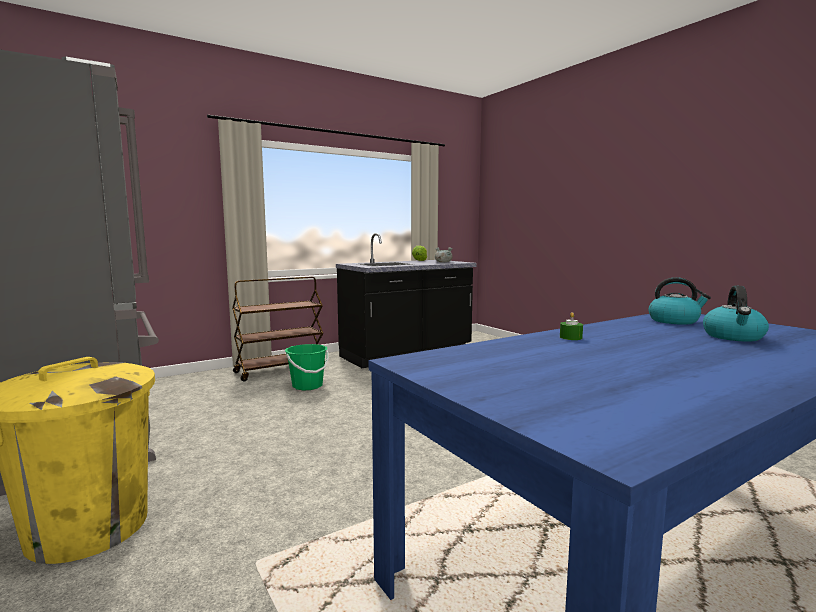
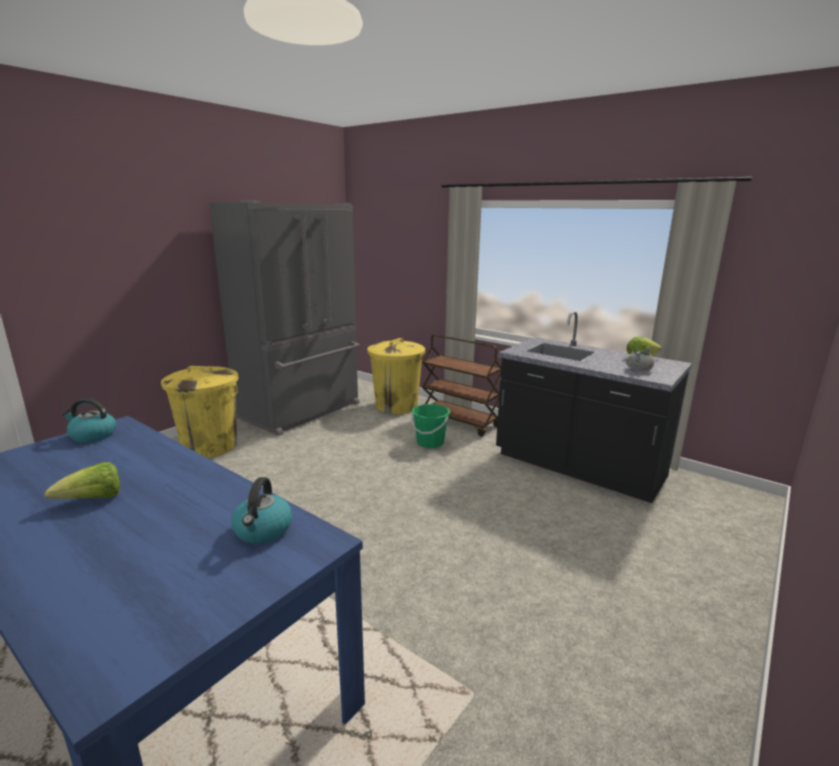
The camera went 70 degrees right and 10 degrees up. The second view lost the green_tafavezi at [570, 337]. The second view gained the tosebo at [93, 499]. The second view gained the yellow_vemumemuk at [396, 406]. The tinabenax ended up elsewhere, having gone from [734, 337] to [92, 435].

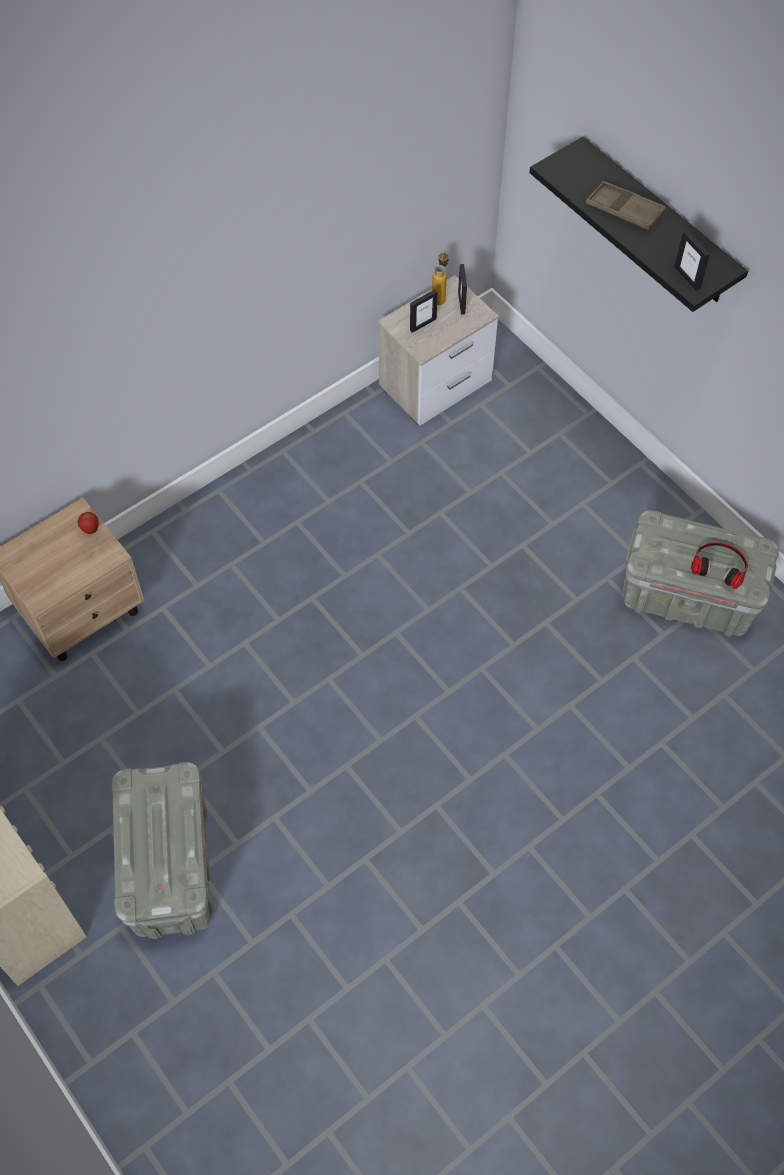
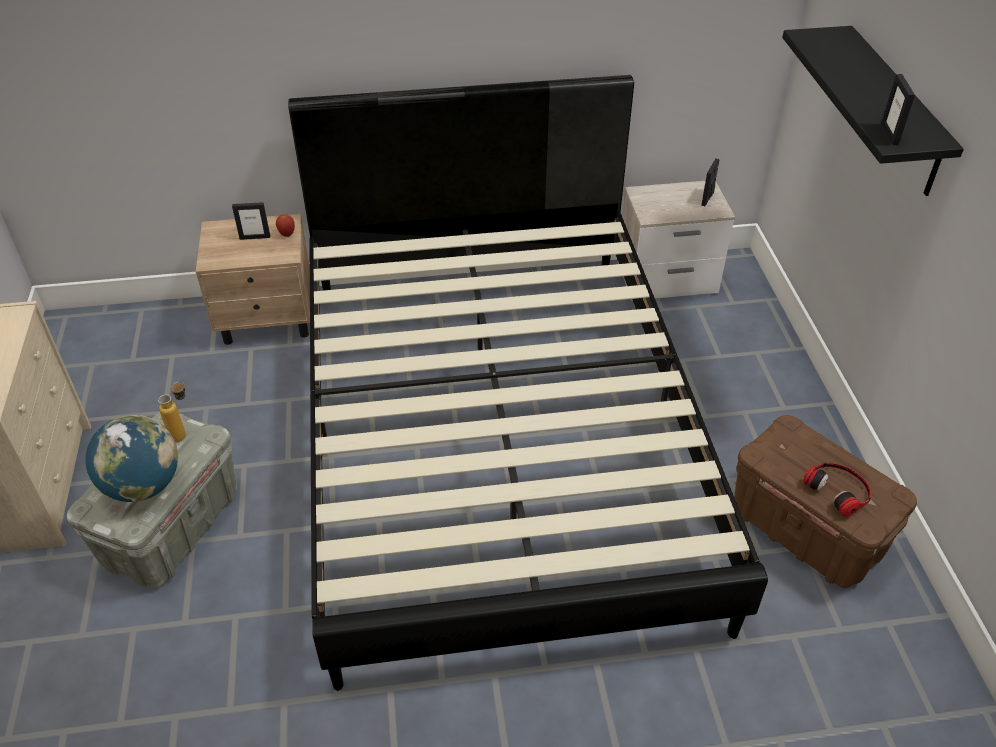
The camera went 30 degrees right and 15 degrees down. The second view lost the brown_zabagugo at [624, 210]. The second view gained the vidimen at [143, 485]. The second view gained the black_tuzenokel at [499, 435]. The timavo ended up elsewhere, having gone from [423, 324] to [255, 237]. The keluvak ended up elsewhere, having gone from [440, 296] to [184, 433]. What was the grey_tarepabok at [689, 597] turned into the brown_tarepabok at [807, 531].

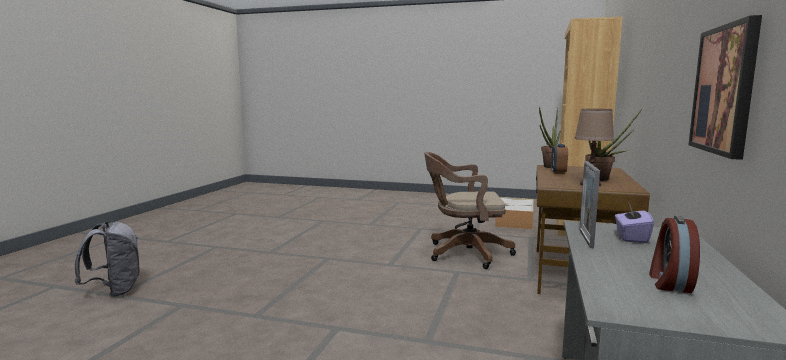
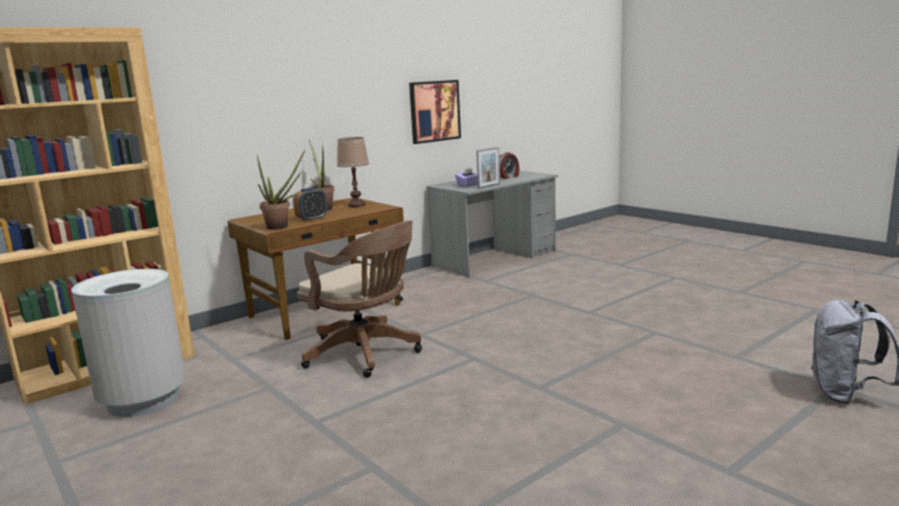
The camera went 145 degrees left and 5 degrees up. Where the tarepabok stood at [515, 220], the grey_vemumemuk came to stand at [143, 400].

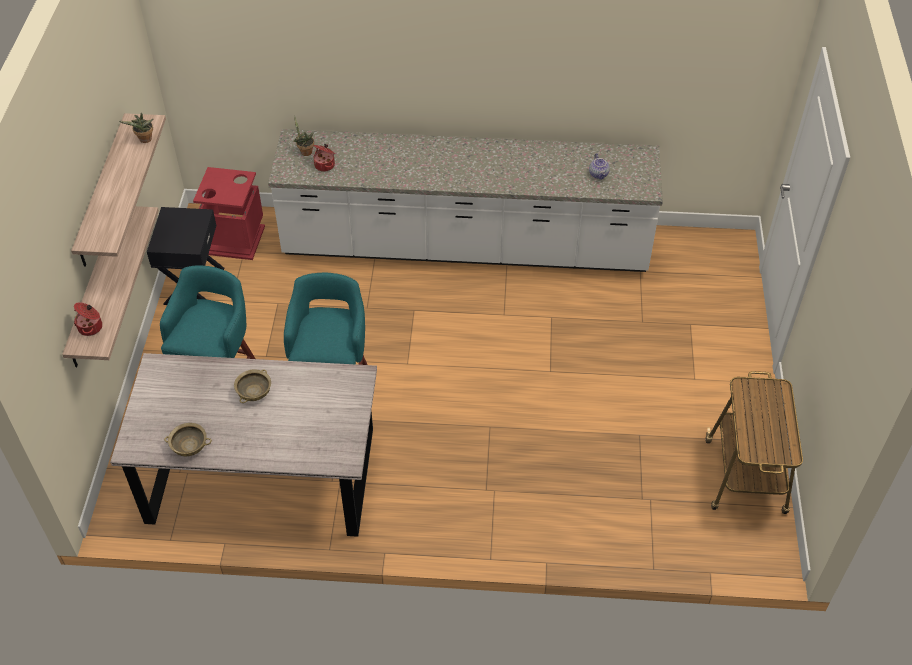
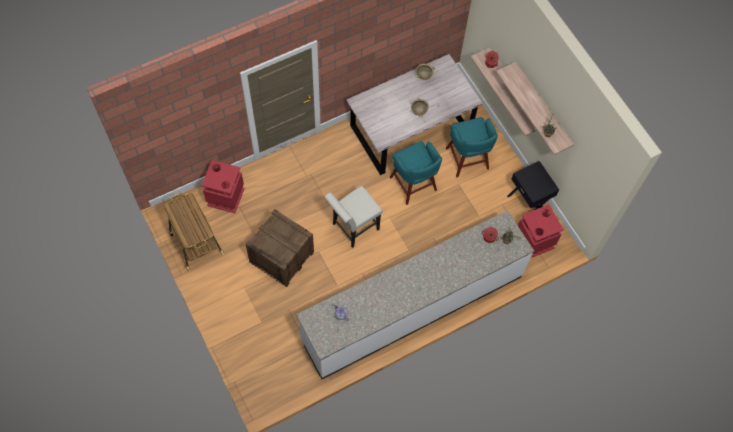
The camera went 145 degrees right and 15 degrees up. The second view gained the red_vemumemuk at [225, 196]. The second view gained the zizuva at [282, 257]. The second view gained the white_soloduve at [353, 228].

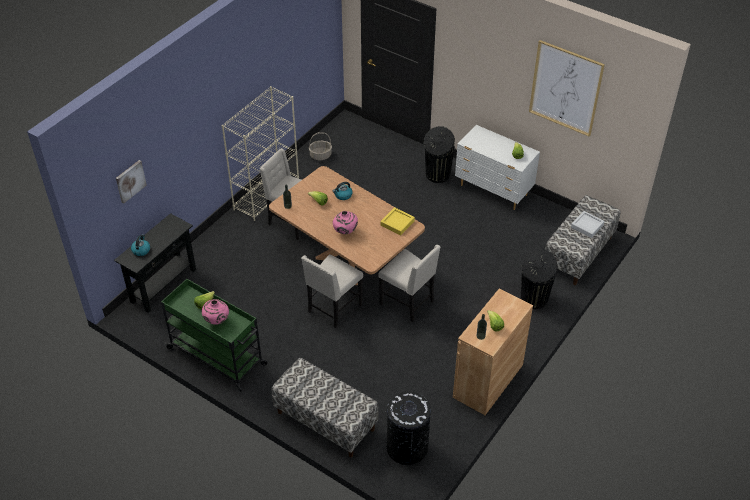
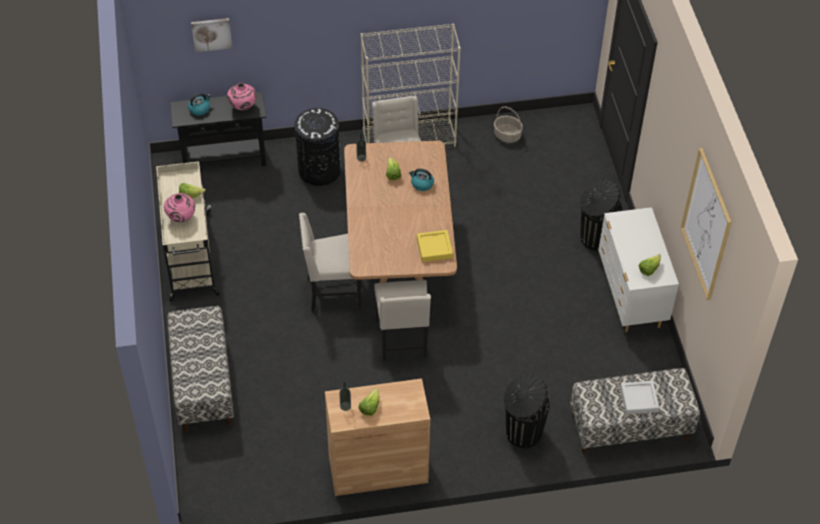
The camera went 45 degrees right and 5 degrees up. The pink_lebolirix ended up elsewhere, having gone from [345, 232] to [243, 107]. The black_vemumemuk ended up elsewhere, having gone from [407, 447] to [319, 170]. What was the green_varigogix at [218, 357] turned into the beige_varigogix at [190, 257].

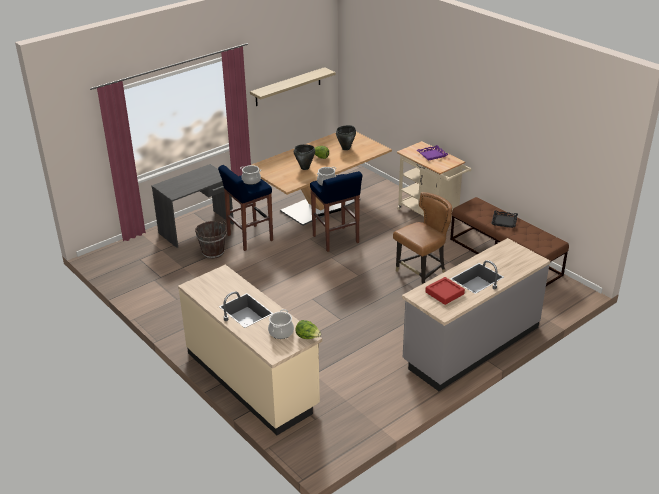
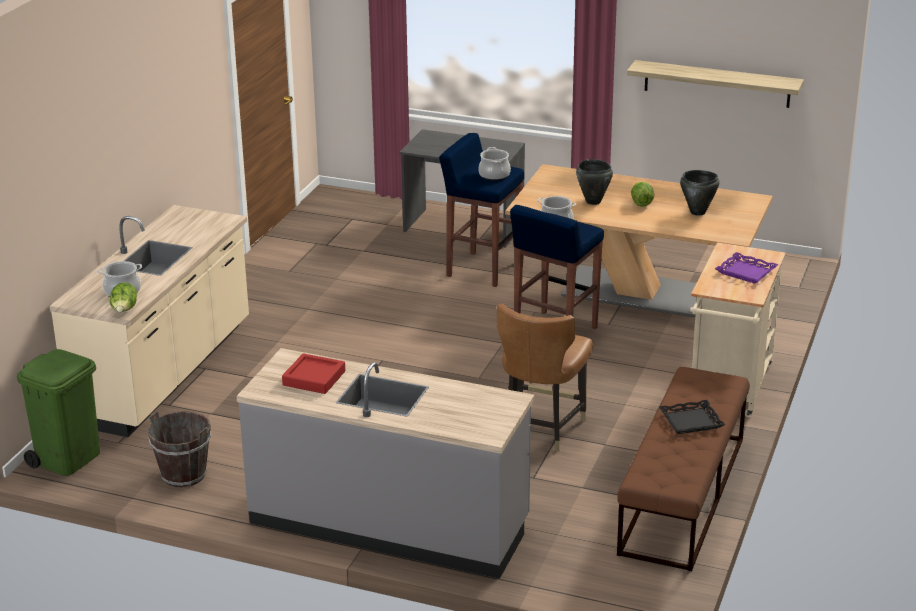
The camera went 60 degrees right and 5 degrees down. The second view gained the green_vemumemuk at [68, 458]. The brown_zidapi ended up elsewhere, having gone from [213, 252] to [184, 475]. The brown_soloduve at [421, 274] ended up facing another way, 90 degrees clockwise from before.

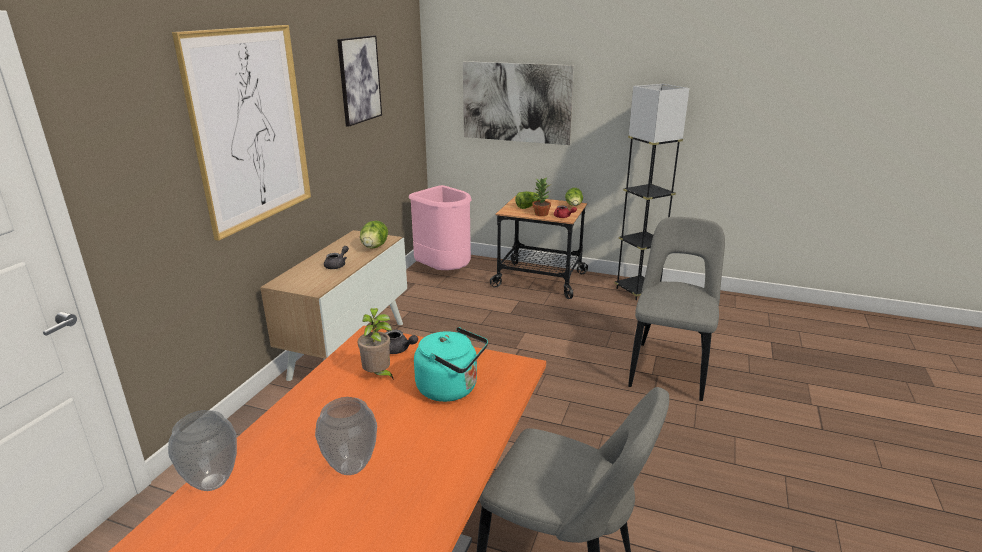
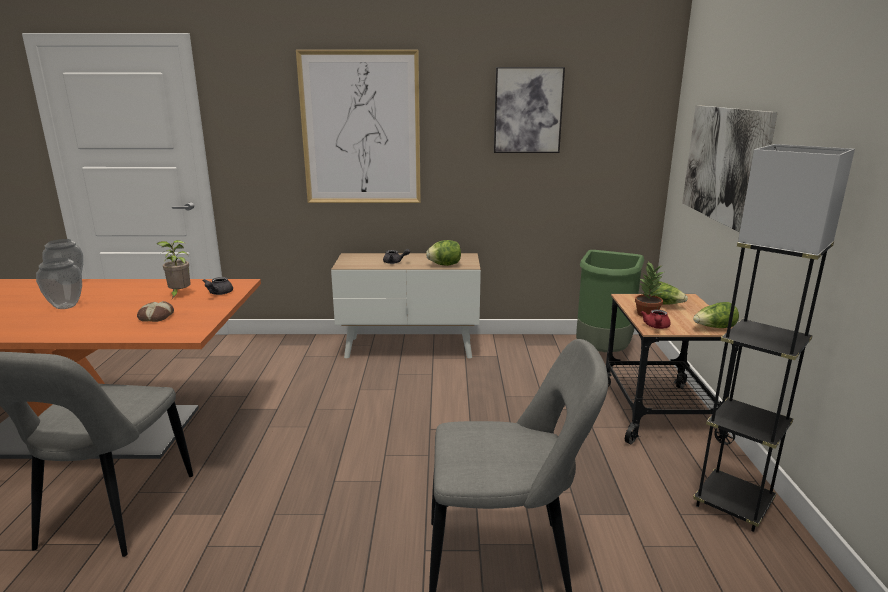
The camera went 70 degrees right and 5 degrees down. Where the turquoise_tinabenax stood at [451, 389], the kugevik came to stand at [155, 316]. What was the pink_vemumemuk at [444, 271] turned into the green_vemumemuk at [602, 352].

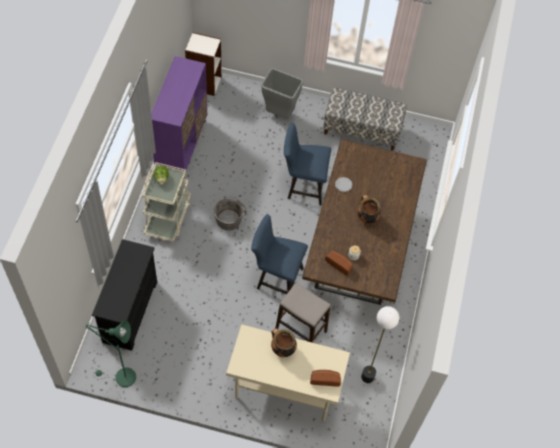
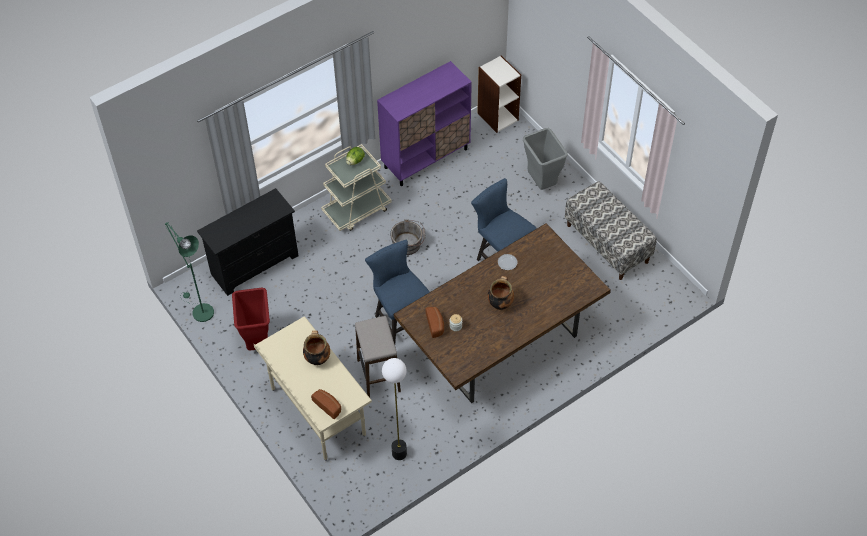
The camera went 45 degrees right and 5 degrees down. The second view gained the red_vemumemuk at [257, 341].

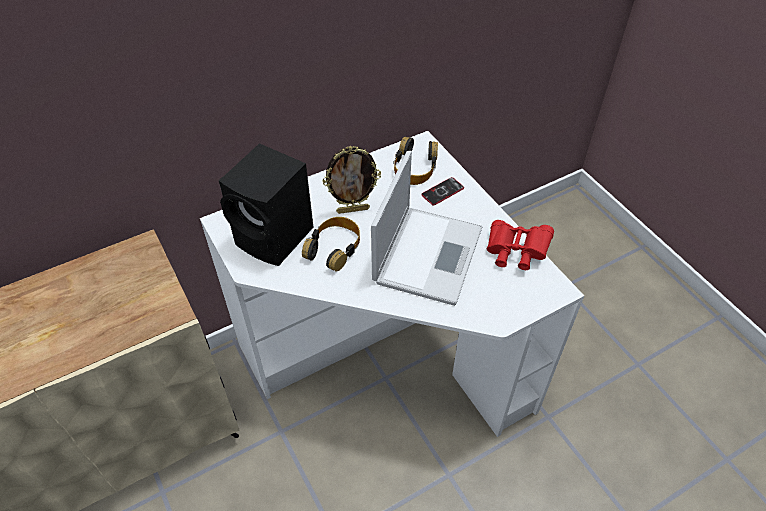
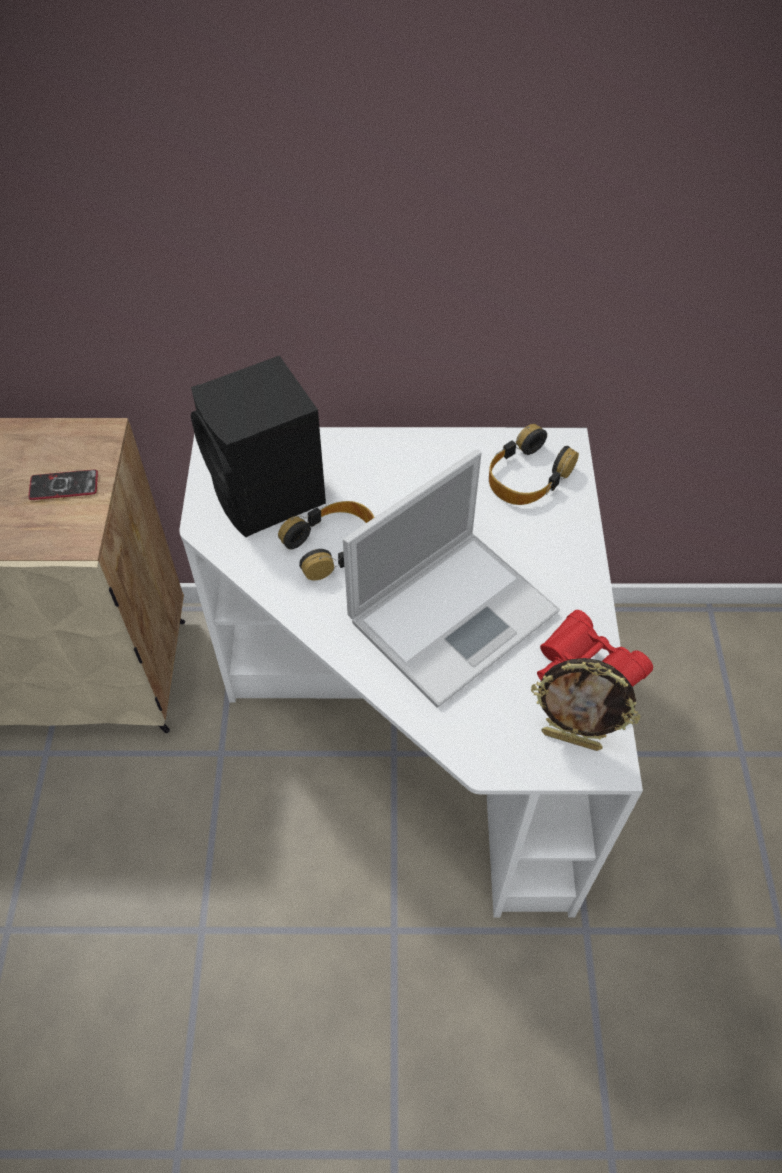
The camera went 30 degrees right and 5 degrees up. The timavo ended up elsewhere, having gone from [353, 209] to [571, 739]. The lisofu ended up elsewhere, having gone from [442, 192] to [64, 486].

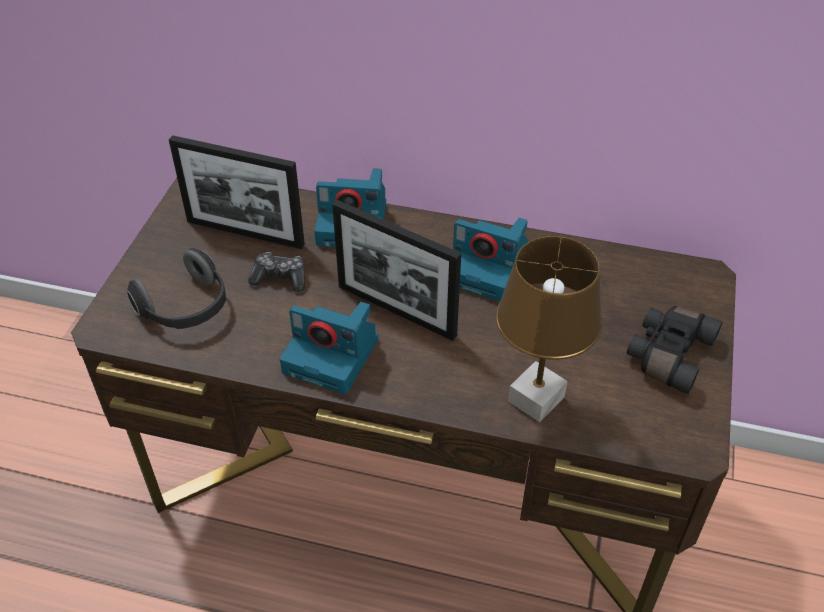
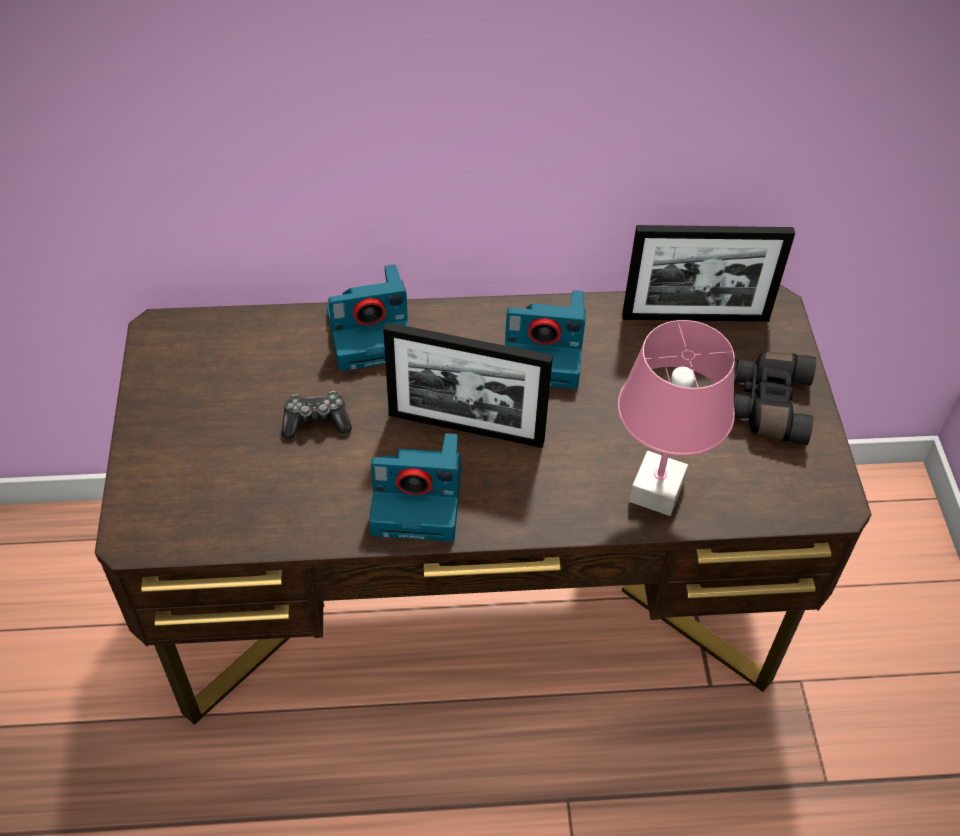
The camera went 20 degrees left and 5 degrees up. The second view lost the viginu at [186, 308]. The timavo ended up elsewhere, having gone from [245, 233] to [695, 317]. What was the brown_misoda at [536, 398] turned into the pink_misoda at [656, 490].

